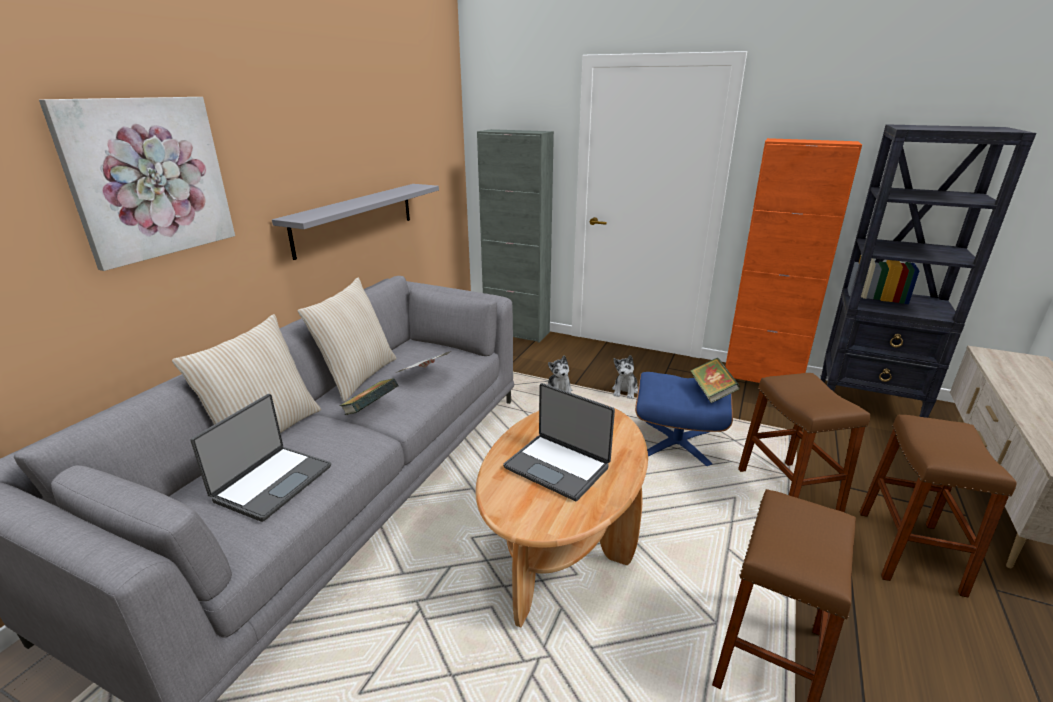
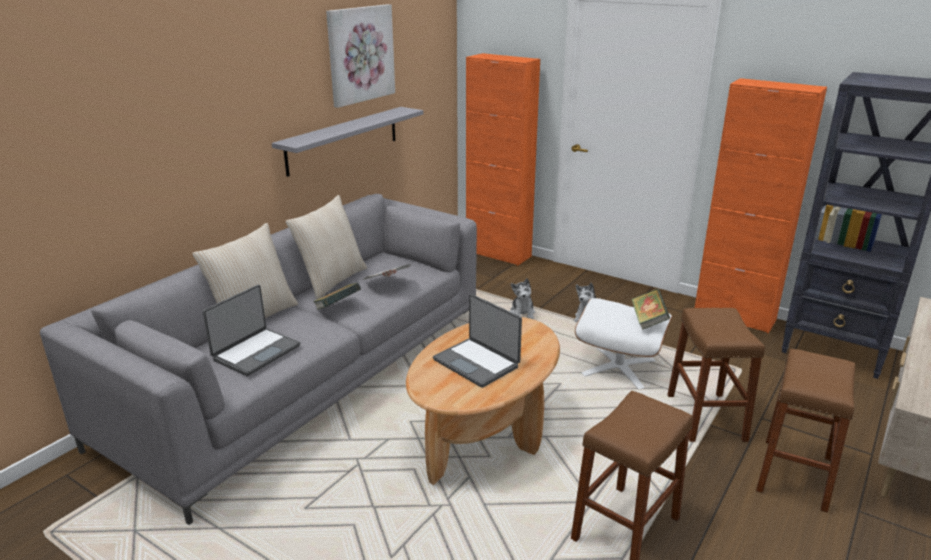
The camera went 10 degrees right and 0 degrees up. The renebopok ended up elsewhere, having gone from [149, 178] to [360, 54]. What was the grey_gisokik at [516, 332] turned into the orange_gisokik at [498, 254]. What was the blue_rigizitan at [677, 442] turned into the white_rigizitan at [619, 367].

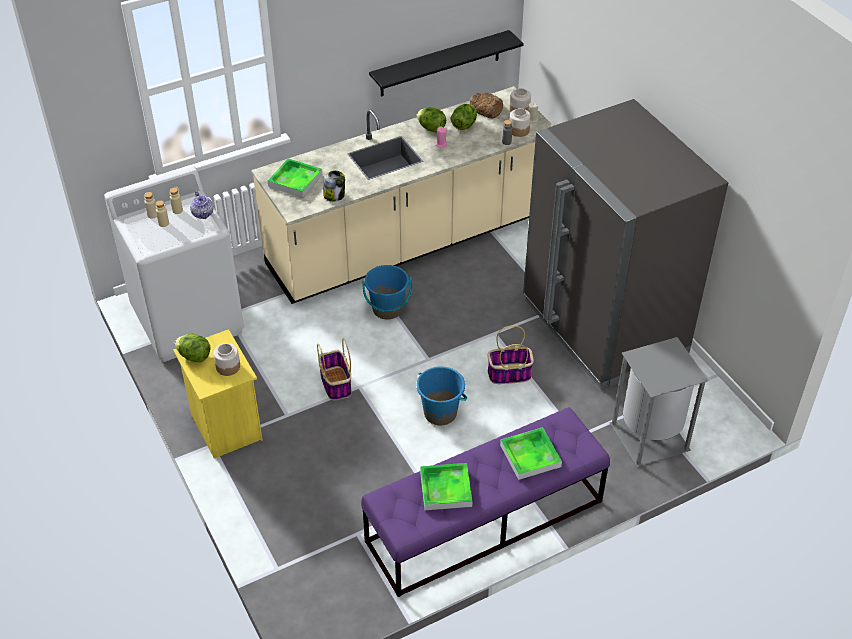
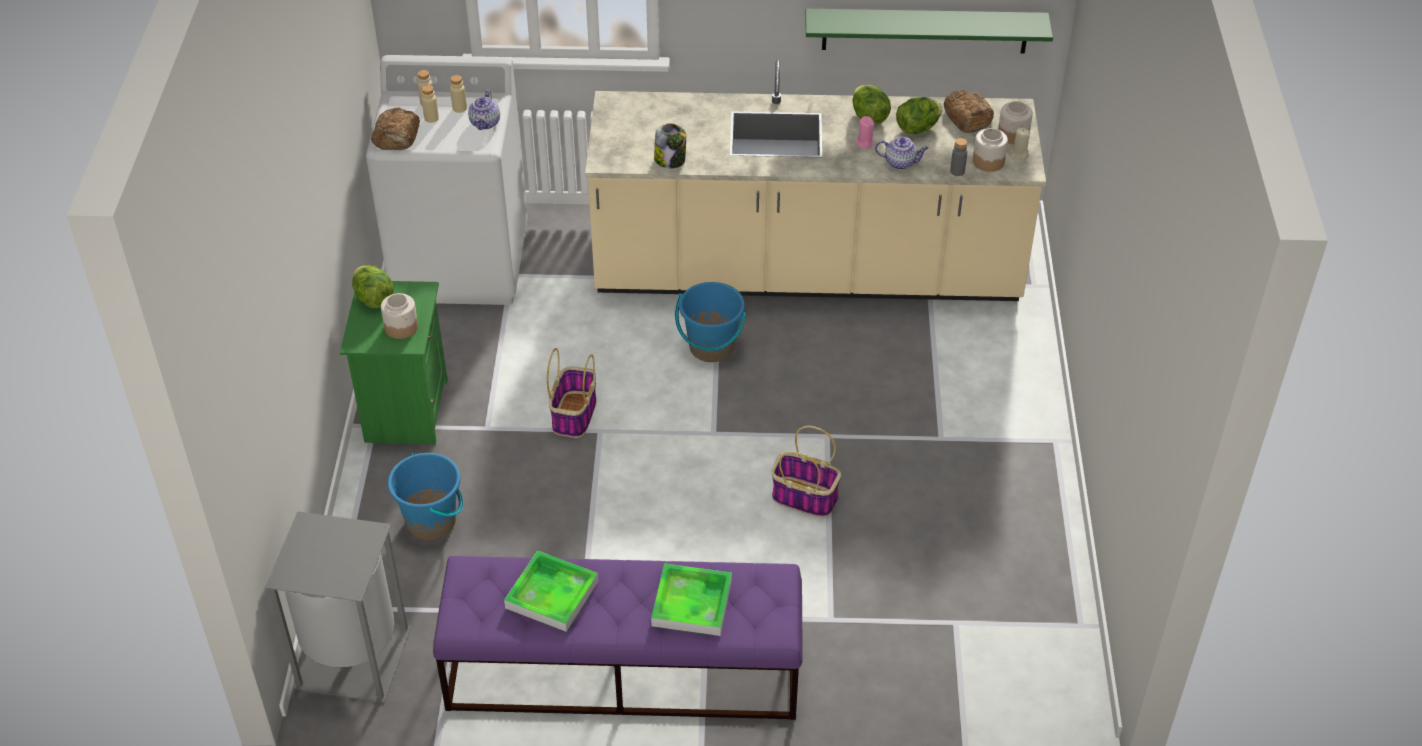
The camera went 30 degrees right and 0 degrees up. The second view lost the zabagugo at [295, 180]. The second view lost the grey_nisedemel at [603, 327]. The second view gained the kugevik at [397, 135]. The second view gained the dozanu at [901, 162]. The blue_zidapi ended up elsewhere, having gone from [440, 413] to [431, 522]. The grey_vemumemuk ended up elsewhere, having gone from [651, 437] to [354, 659]. What was the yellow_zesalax at [225, 427] turned into the green_zesalax at [404, 411]. What was the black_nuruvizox at [440, 64] turned into the green_nuruvizox at [925, 30].

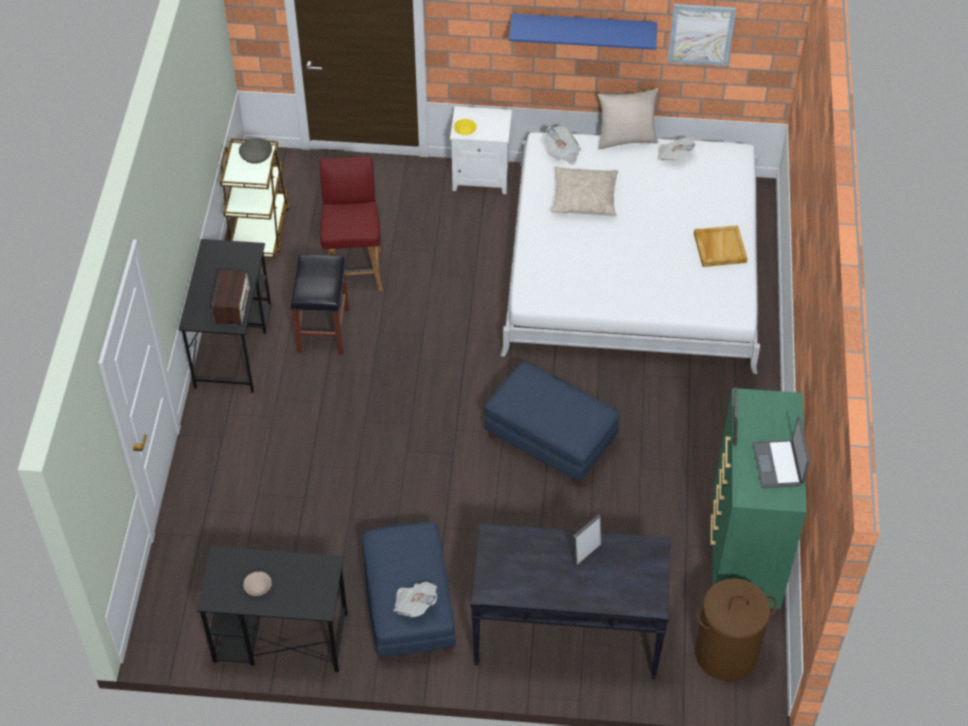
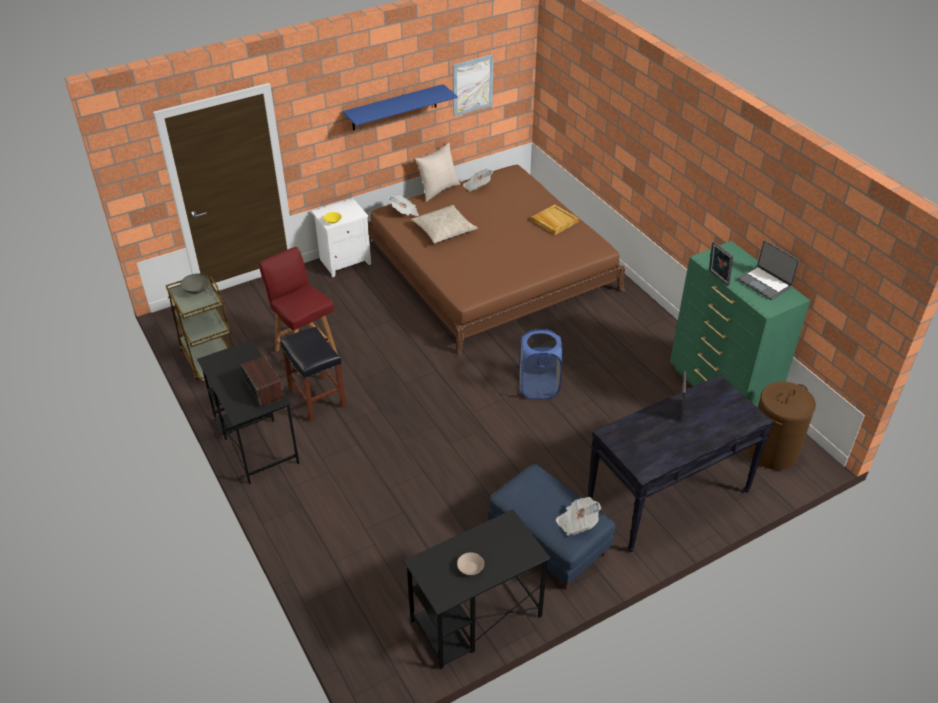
The camera went 35 degrees left and 10 degrees down. Where the blue_rigizitan stood at [550, 439], the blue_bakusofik came to stand at [538, 387]. What was the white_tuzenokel at [632, 264] turned into the brown_tuzenokel at [490, 267].

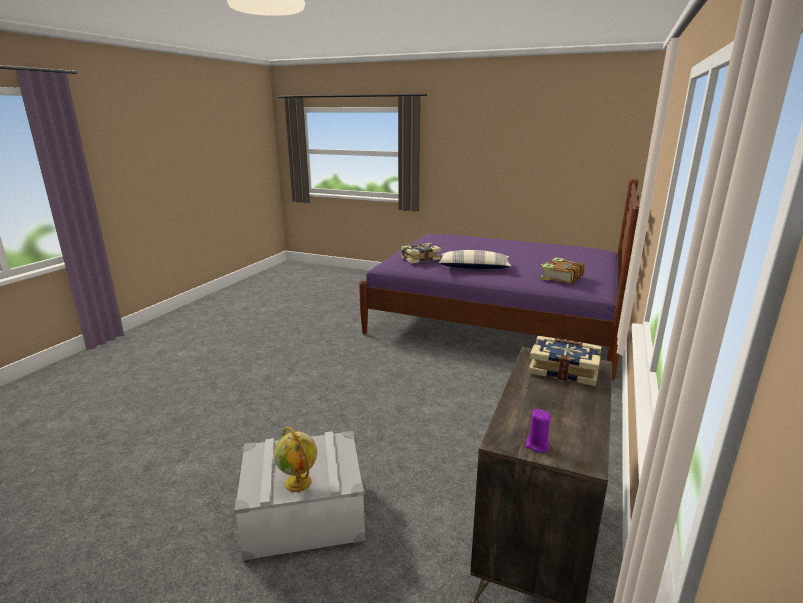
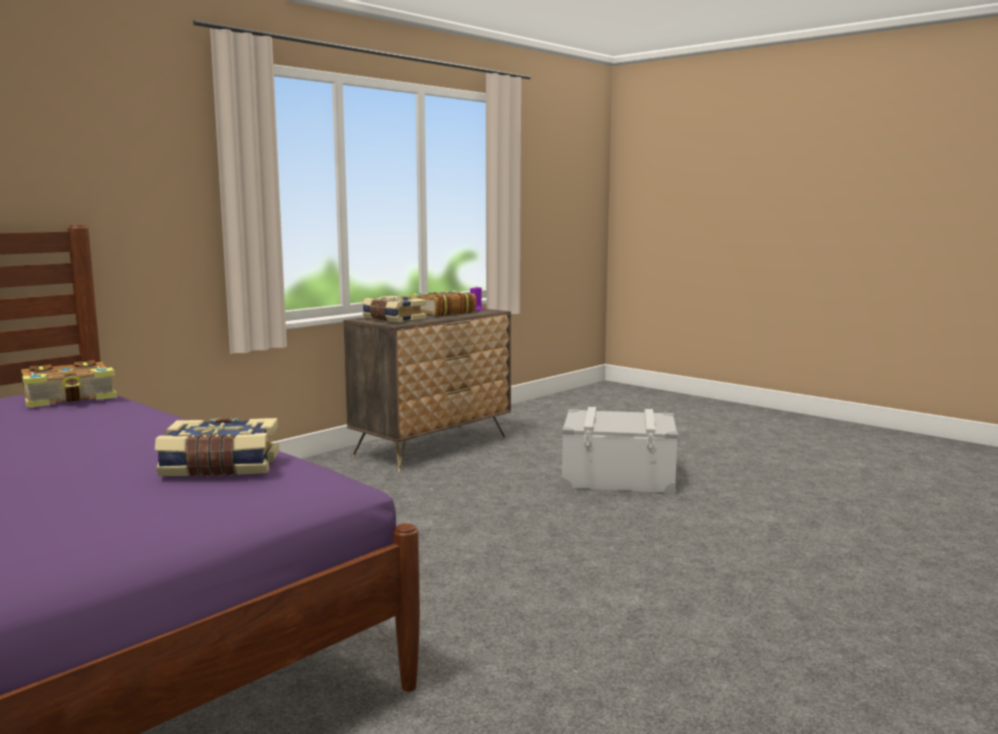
The camera went 160 degrees left and 10 degrees down. The second view lost the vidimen at [298, 483]. The second view lost the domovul at [474, 268]. The second view gained the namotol at [442, 312].

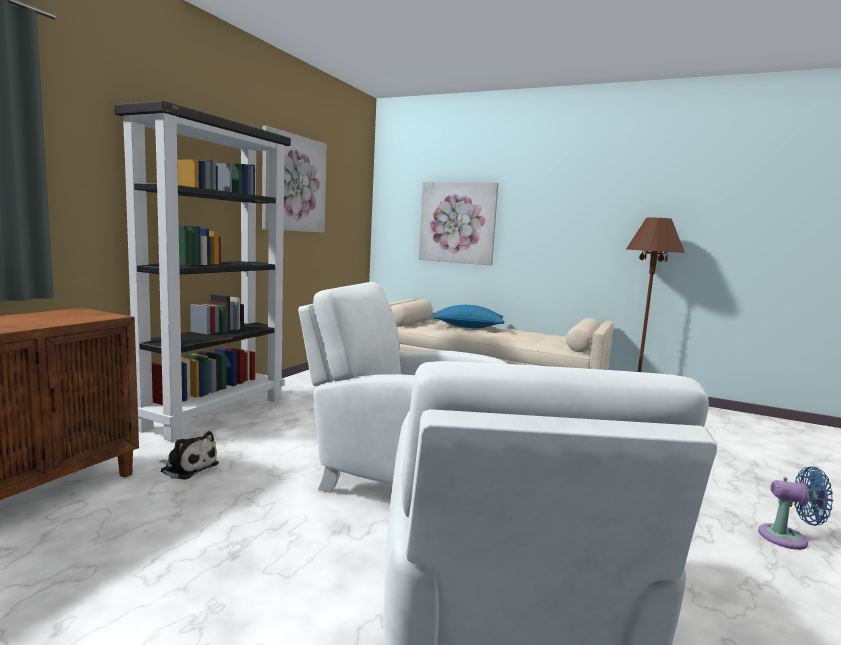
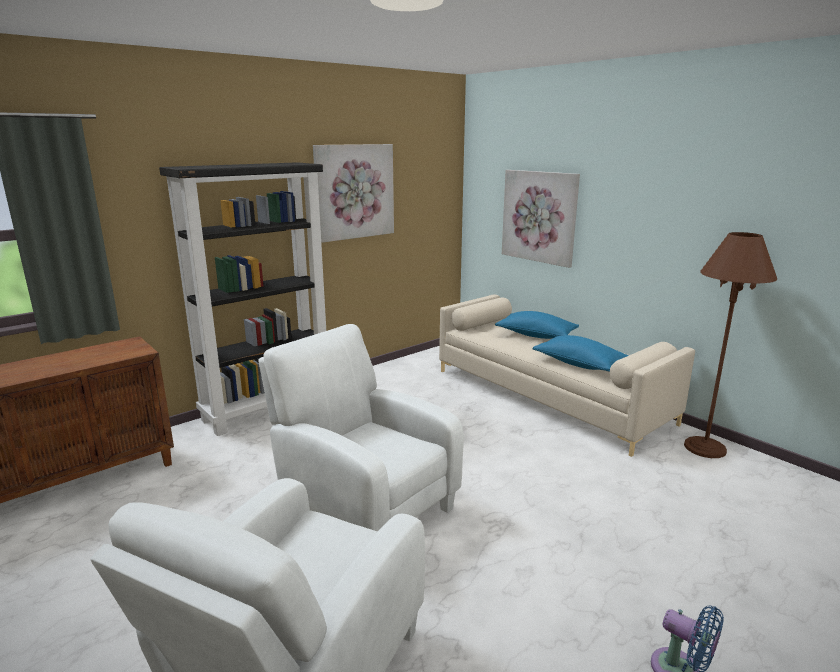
The camera went 25 degrees right and 10 degrees up. The second view lost the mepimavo at [188, 467]. The second view gained the blue_domovul at [579, 364].

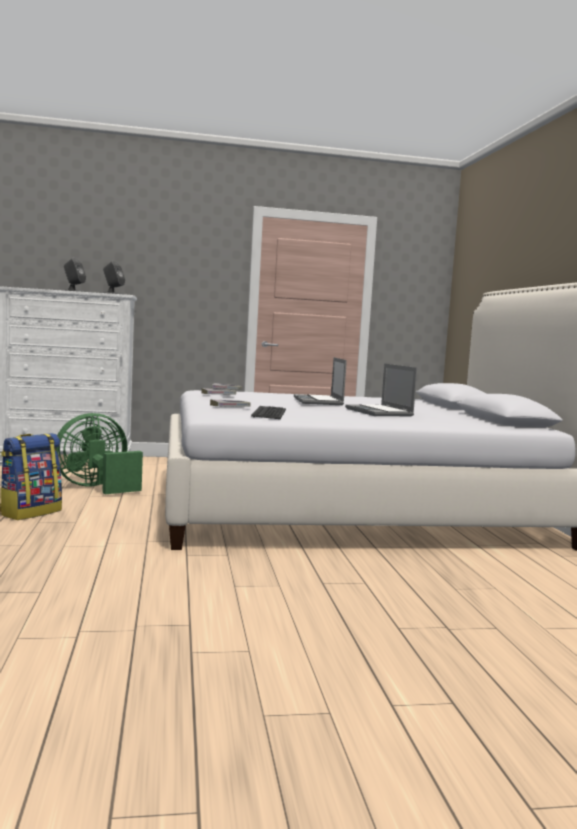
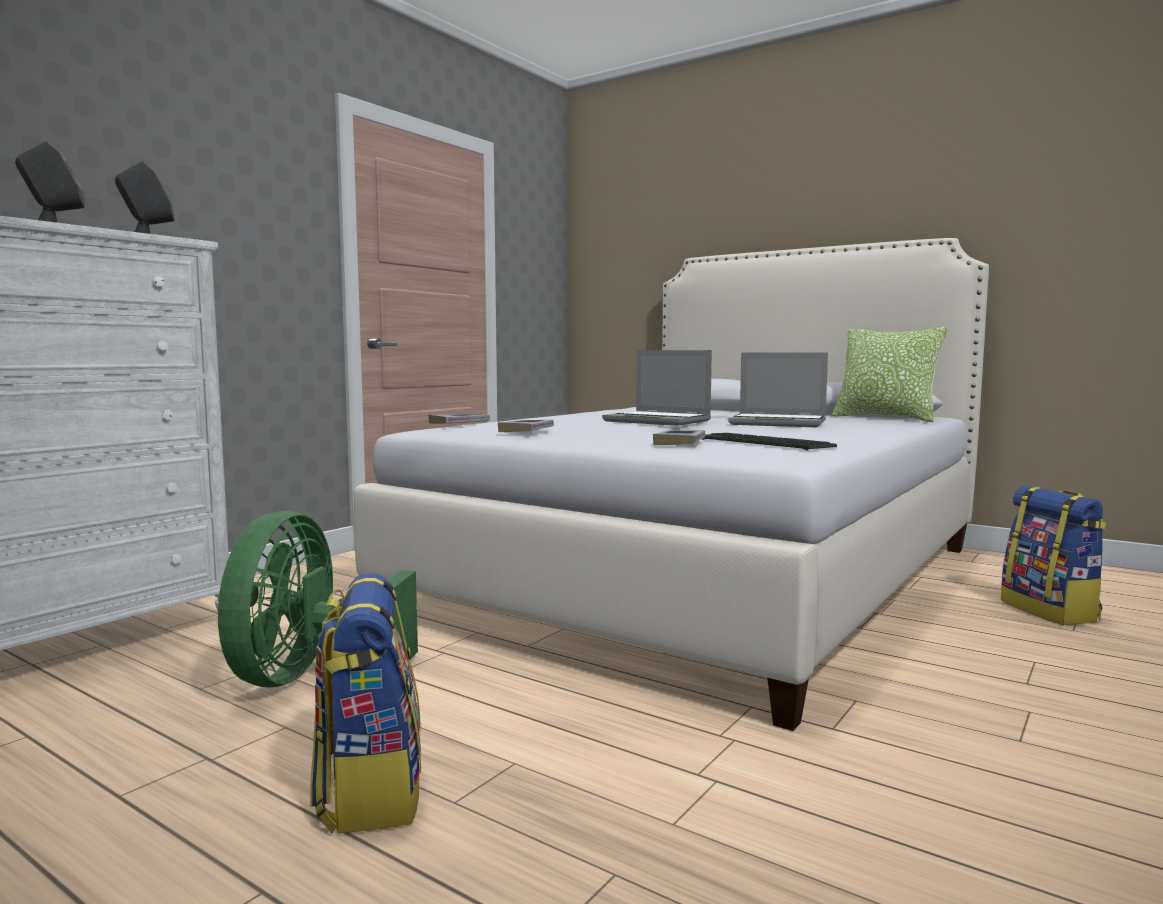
The camera went 45 degrees left and 0 degrees up. The second view gained the domovul at [885, 418]. The second view gained the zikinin at [1051, 611].

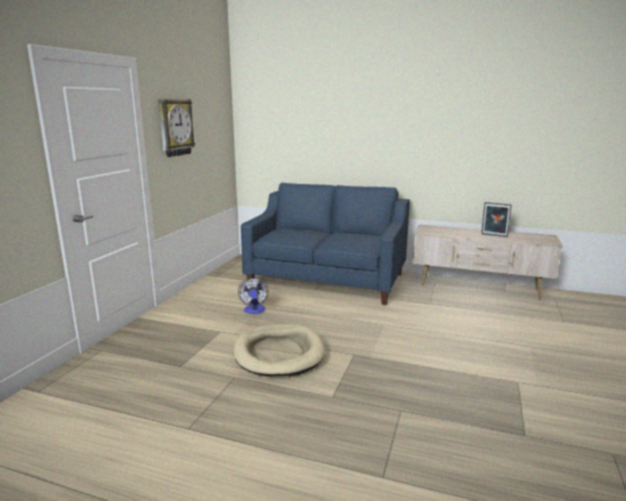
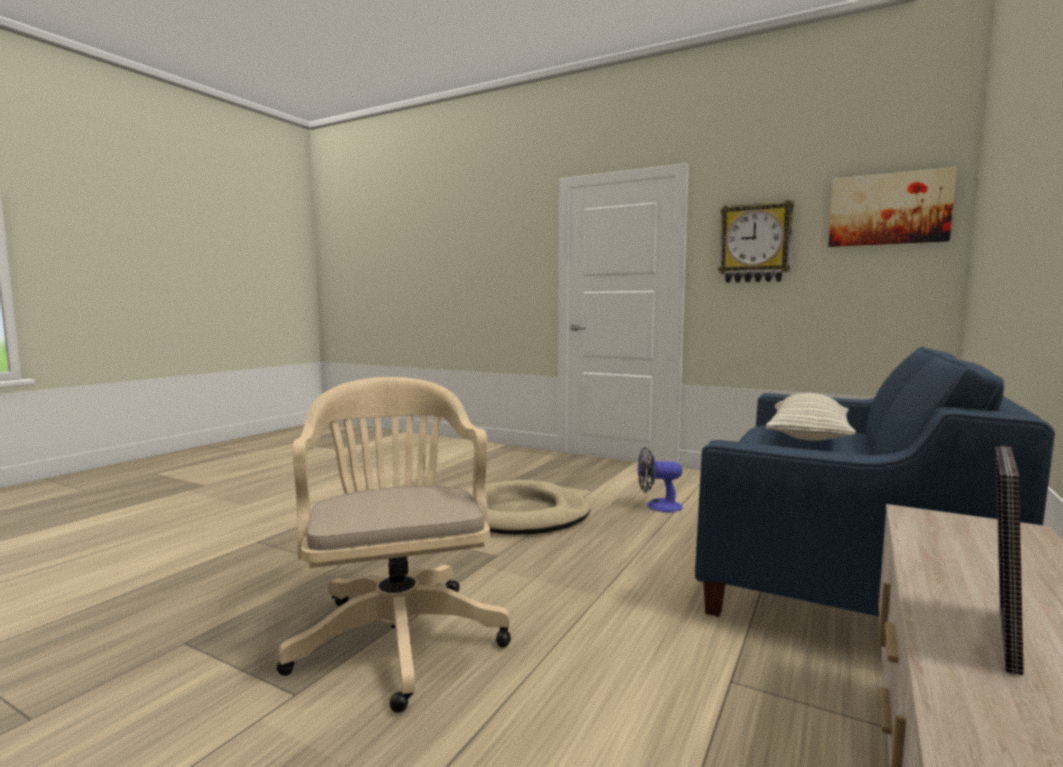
The camera went 100 degrees right and 10 degrees down. The second view gained the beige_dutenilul at [398, 634]. The second view gained the domovul at [808, 437]. The second view gained the renebopok at [888, 209].

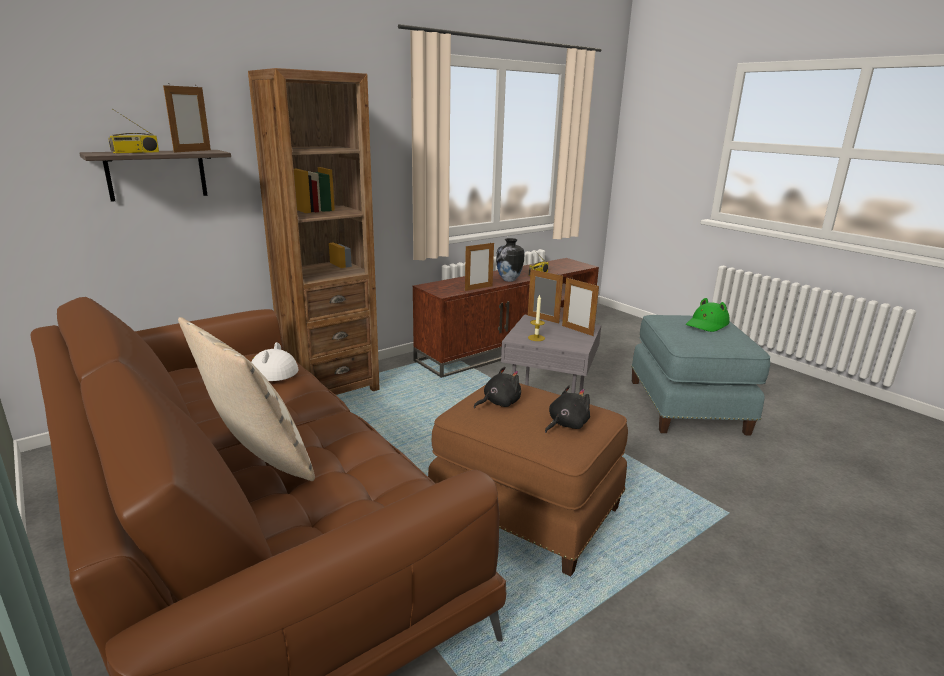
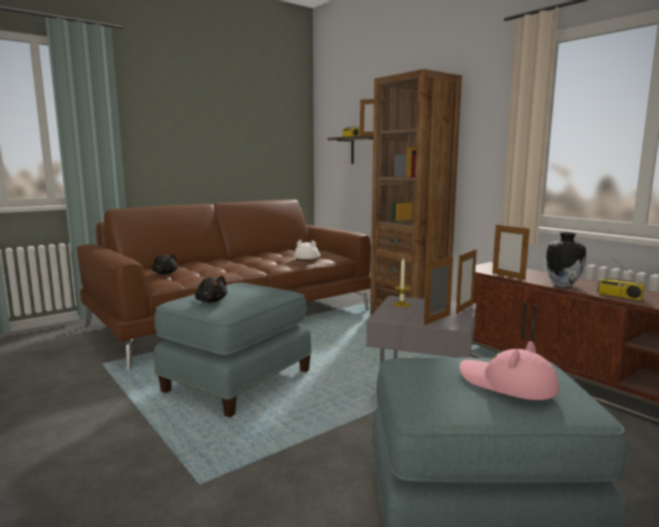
The camera went 90 degrees right and 10 degrees down. The second view lost the beige_domovul at [257, 457]. The black_mepimavo ended up elsewhere, having gone from [499, 403] to [165, 273]. What was the brown_rigizitan at [524, 512] turned into the blue_rigizitan at [236, 380]. What was the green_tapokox at [707, 324] turned into the pink_tapokox at [507, 383].

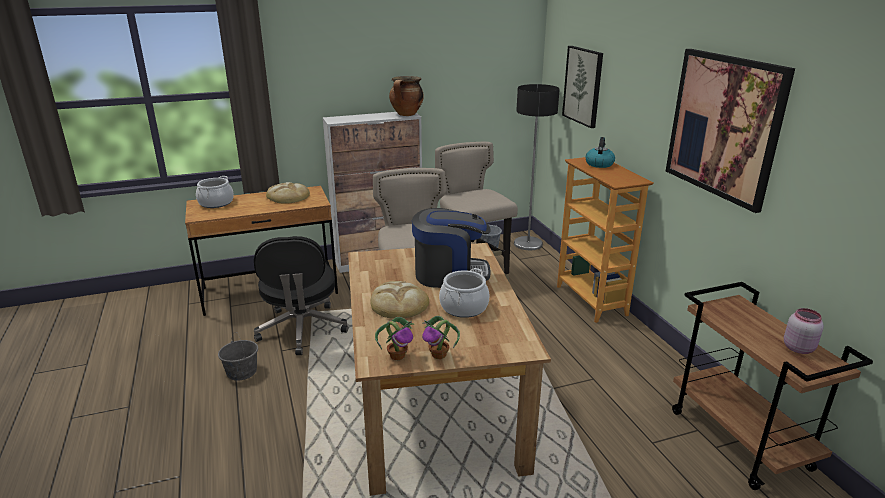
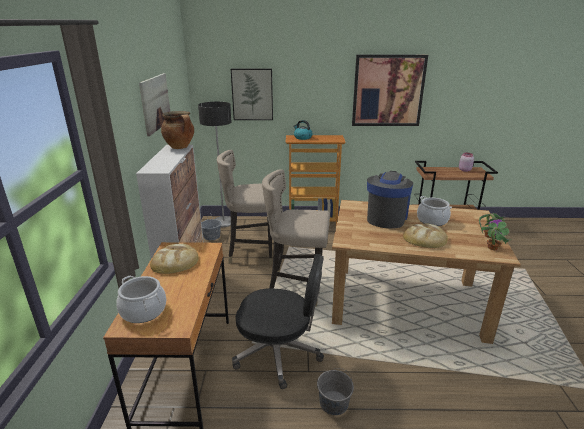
The camera went 70 degrees left and 0 degrees up. The second view gained the renebopok at [155, 103].

